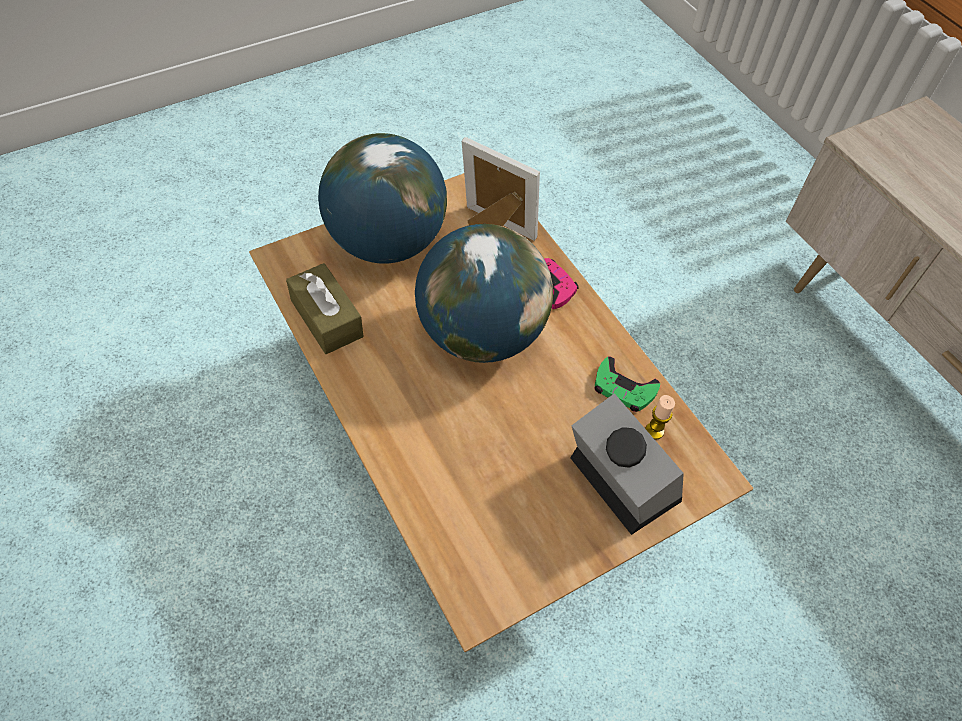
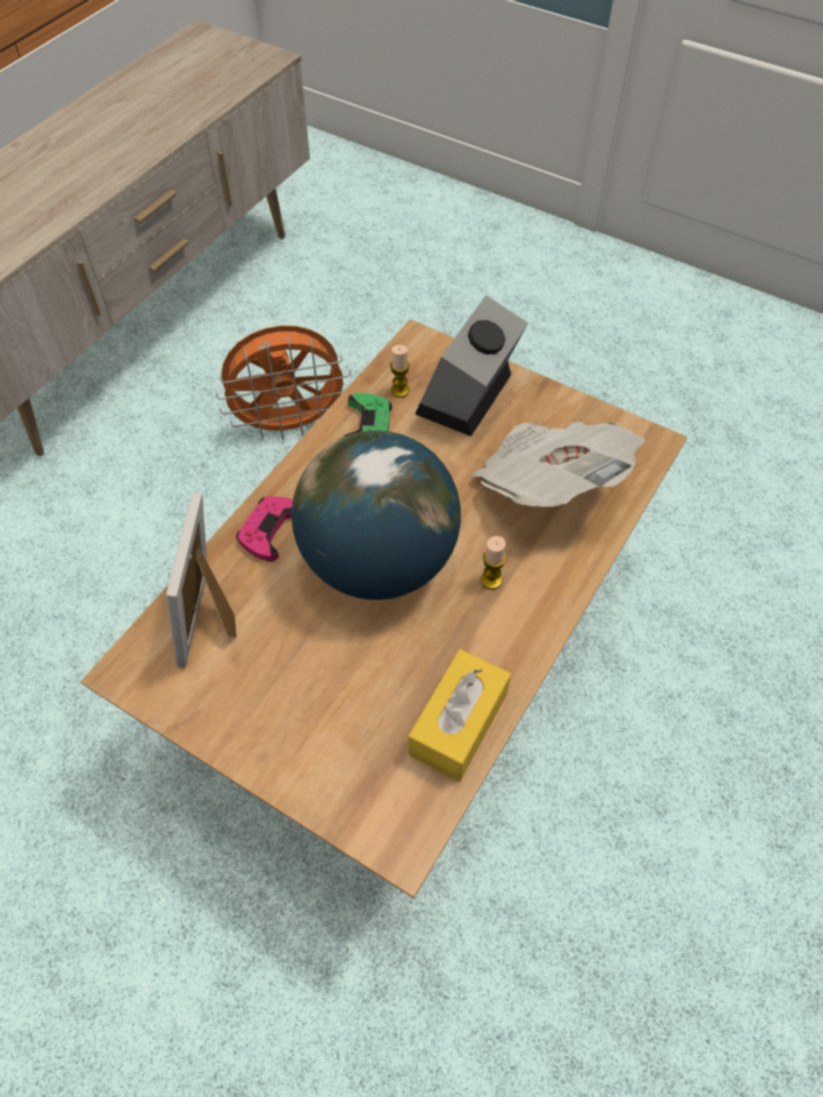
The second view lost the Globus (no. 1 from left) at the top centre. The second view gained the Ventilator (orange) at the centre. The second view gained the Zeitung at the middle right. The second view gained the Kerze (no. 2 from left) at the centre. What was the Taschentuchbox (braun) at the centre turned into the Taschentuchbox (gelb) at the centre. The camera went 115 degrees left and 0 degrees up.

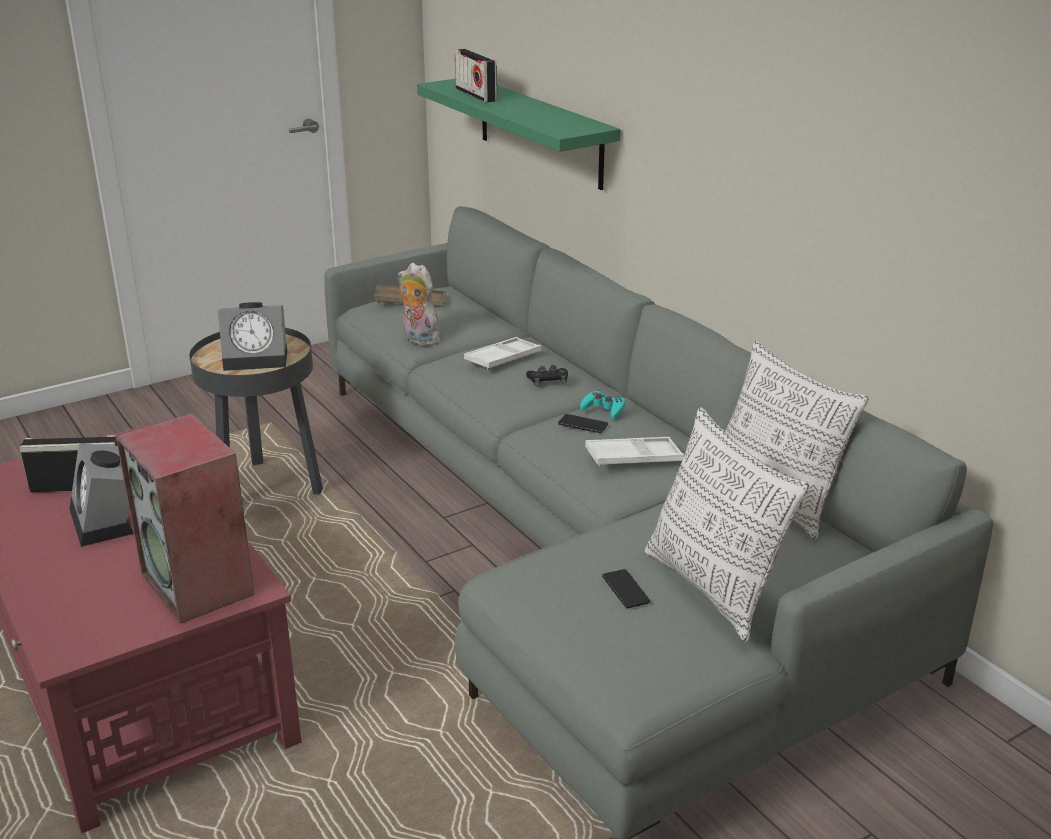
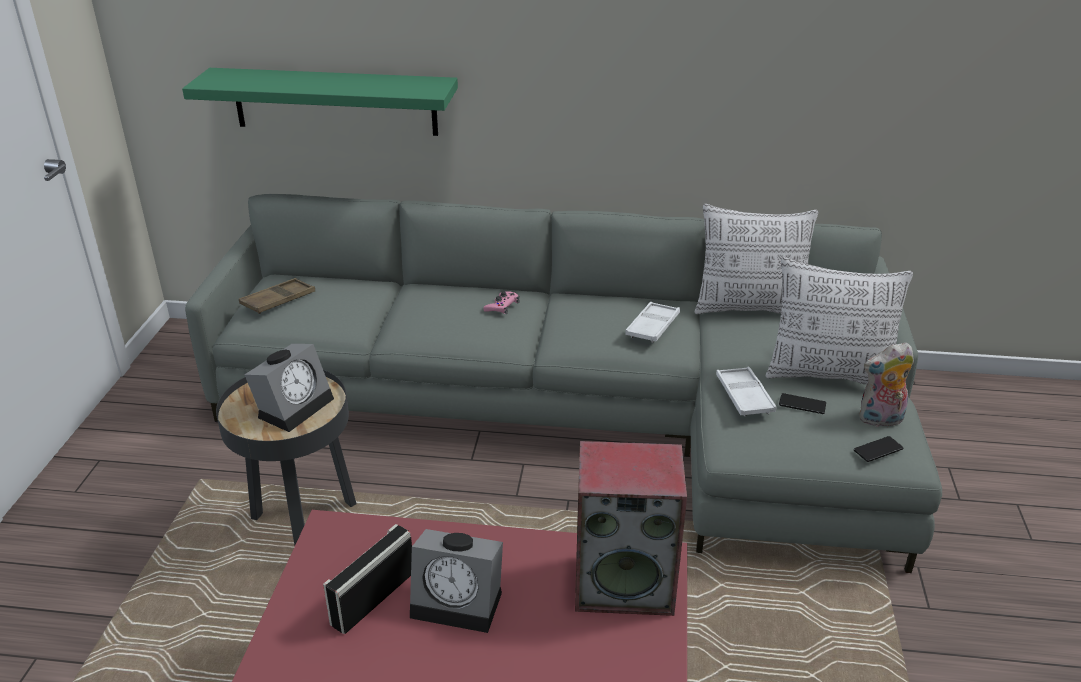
The second view lost the Radio (no. 2 from left) at the top centre. The second view lost the Gamepad (türkis) at the centre. The Plüschtier ended up elsewhere, having gone from the centre to the middle right. The Tablett (weiß) (no. 1 from left in the first image) ended up elsewhere, having gone from the centre to the middle right. The Handy (no. 1 from left in the first image) ended up elsewhere, having gone from the centre to the middle right. What was the Gamepad (schwarz) at the centre turned into the Gamepad (rosa) at the centre. The camera went 50 degrees left and 5 degrees up.

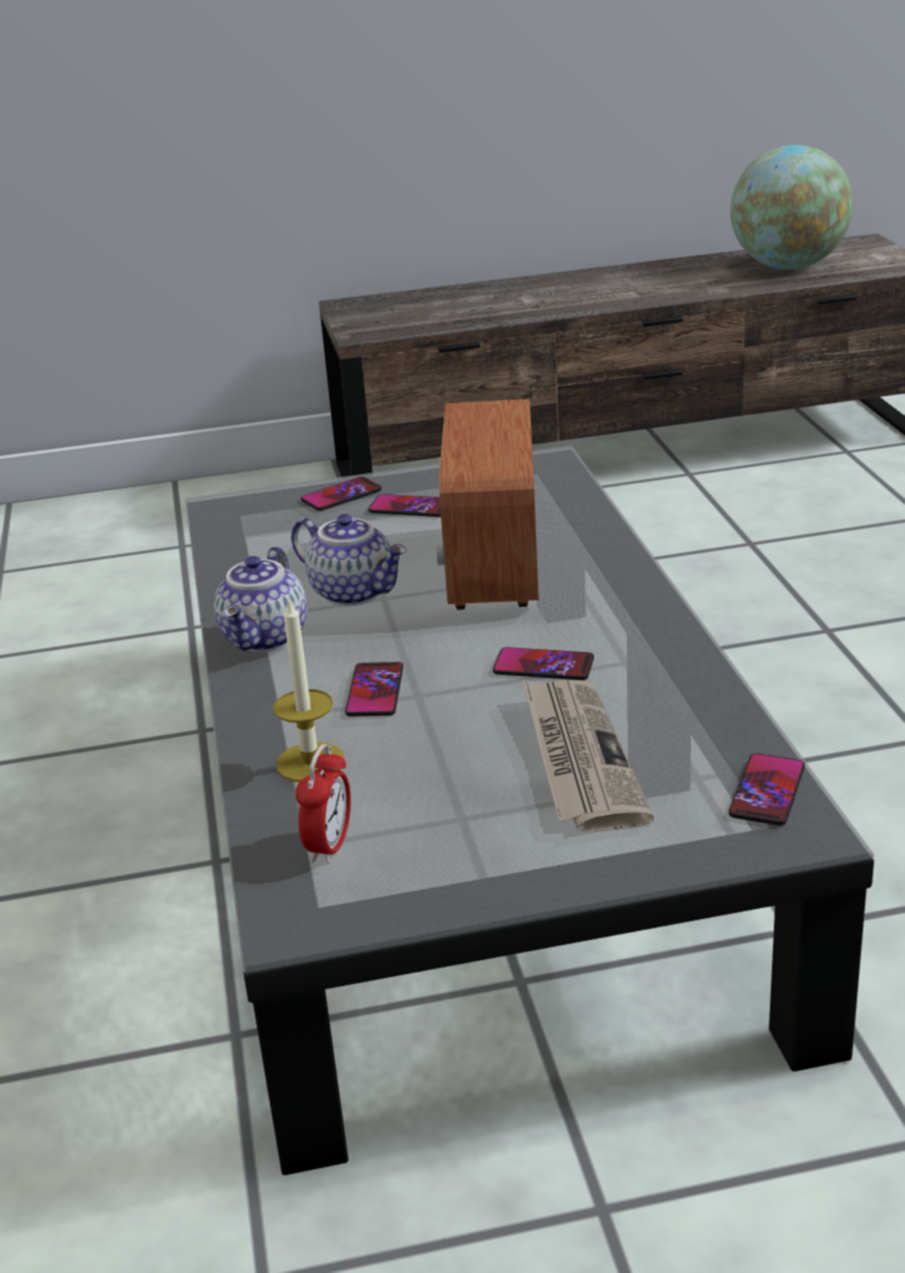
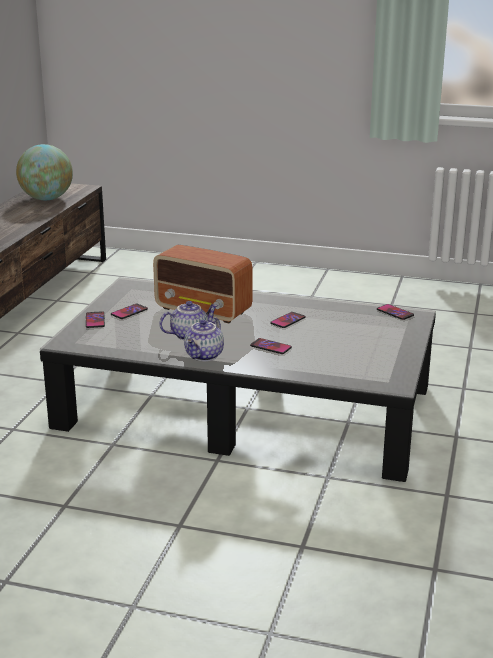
The second view lost the Kerze at the centre. The second view lost the Wecker at the centre. The second view lost the Zeitung at the centre. The Teekanne (no. 1 from left in the first image) at the middle left ended up facing another way, 75 degrees clockwise from before. The camera went 65 degrees left and 5 degrees down.

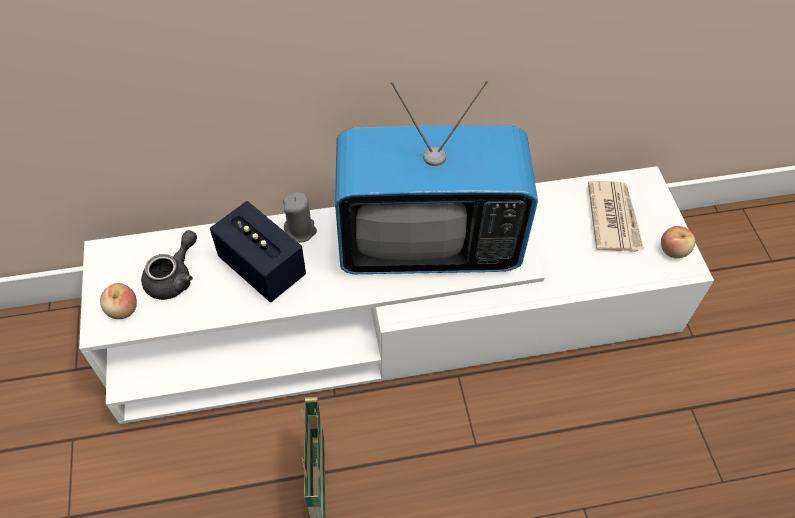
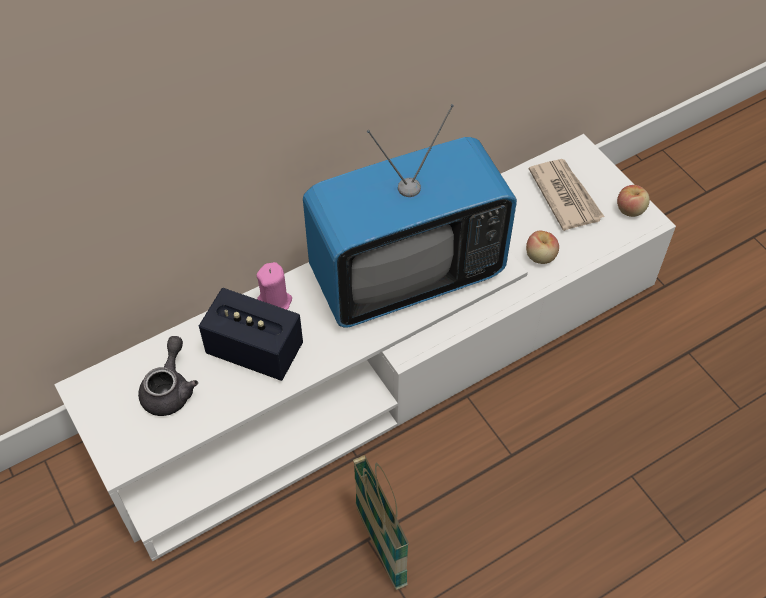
The Apfel (no. 1 from left) ended up elsewhere, having gone from the middle left to the middle right. What was the Kerze (grau) at the centre turned into the Kerze (rosa) at the centre. The camera went 20 degrees left and 0 degrees up.

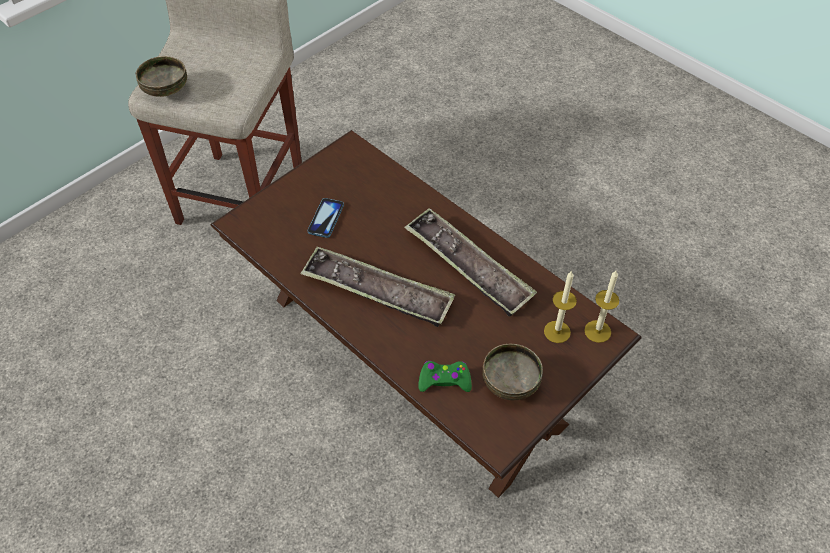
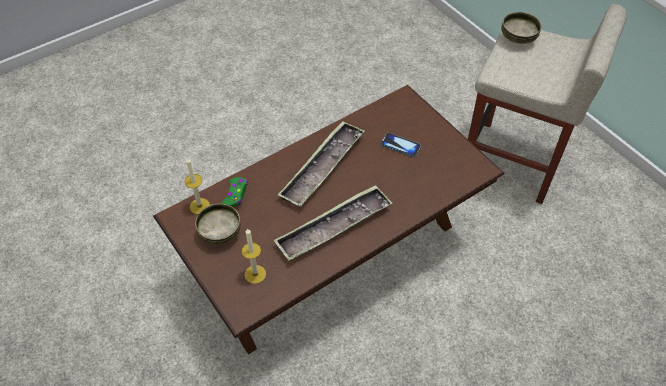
The Kerze (no. 2 from left in the first image) ended up elsewhere, having gone from the middle right to the middle left. The camera went 100 degrees right and 0 degrees up.

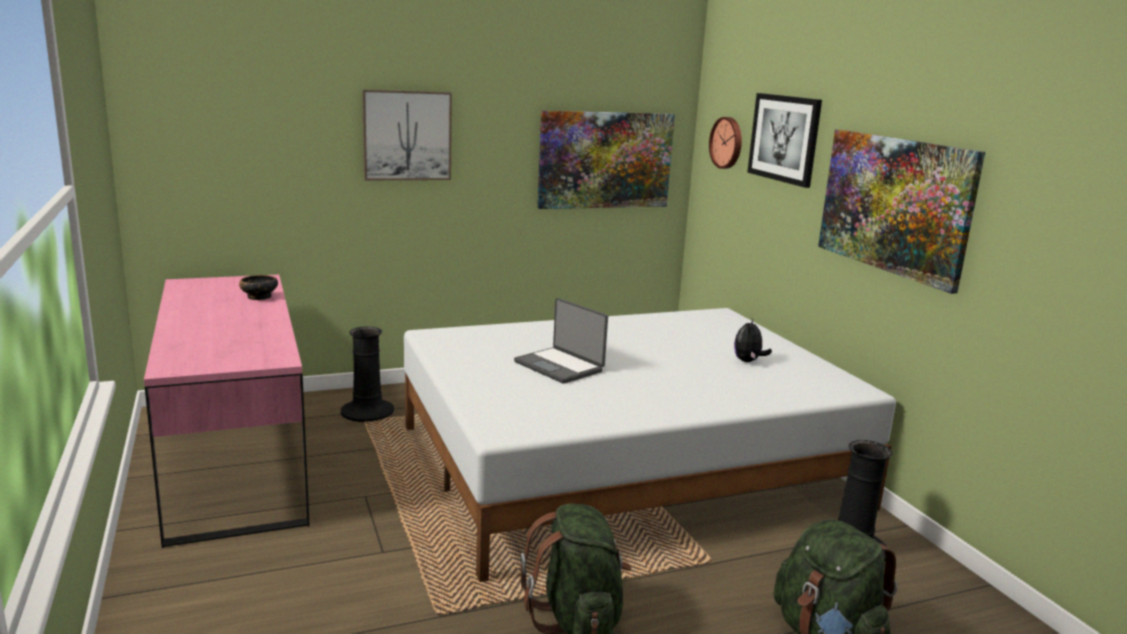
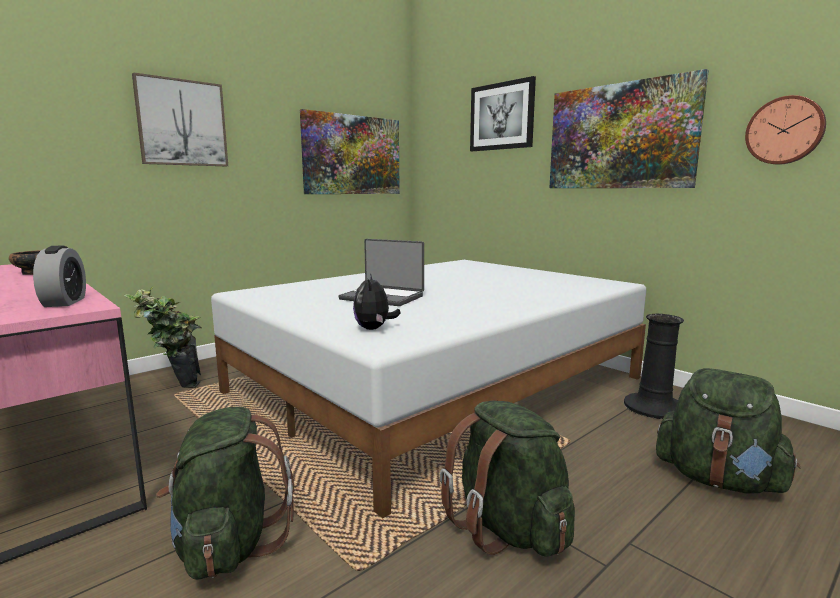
The second view gained the Wecker at the middle left. The second view gained the Rucksack (grün) (no. 1 from left) at the bottom left. The Wanduhr ended up elsewhere, having gone from the top centre to the top right. The Plüschtier ended up elsewhere, having gone from the middle right to the centre. Where the Vase (schwarz) (no. 1 from left) stood at the middle left, the Topfpflanze came to stand at the middle left. The camera went 20 degrees left and 5 degrees down.

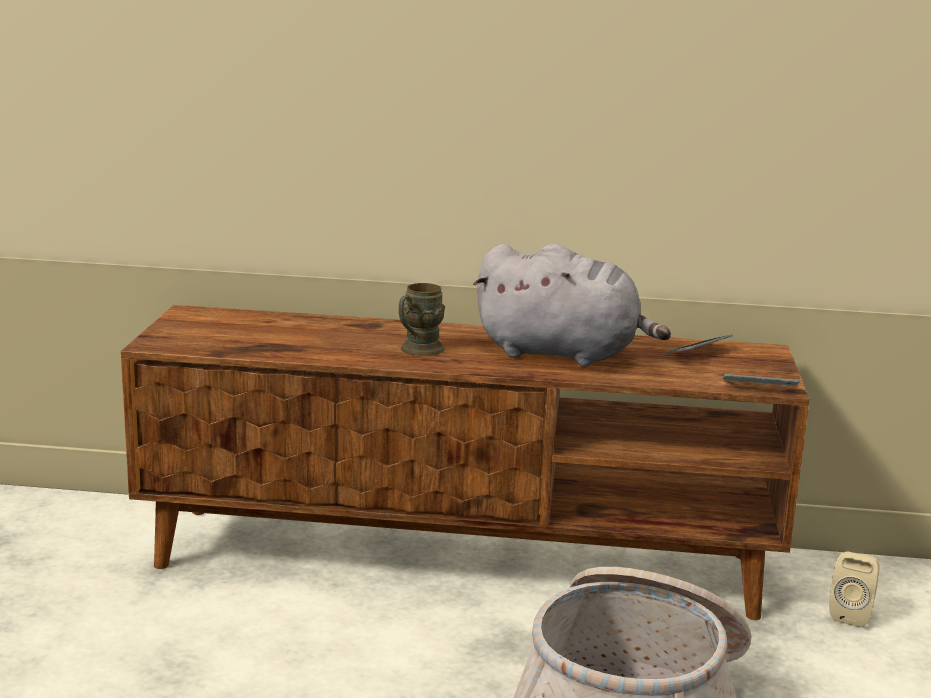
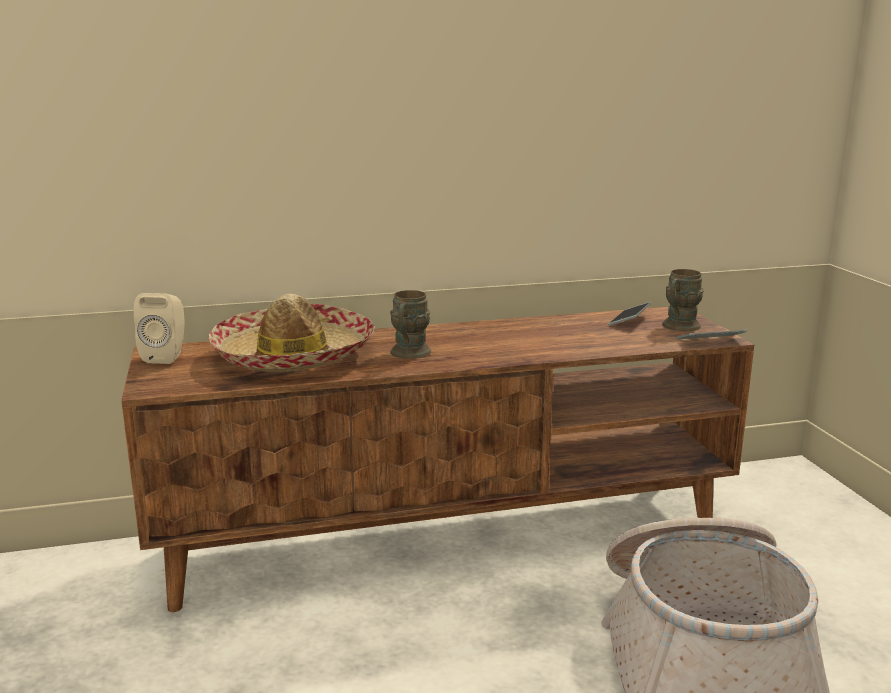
The second view lost the Plüschtier (grau) at the centre. The second view gained the Hut at the middle left. The second view gained the Henkelbecher (braun) (no. 2 from left) at the middle right. The Lautsprecher (beige) ended up elsewhere, having gone from the bottom right to the middle left. The camera went 20 degrees left and 0 degrees up.

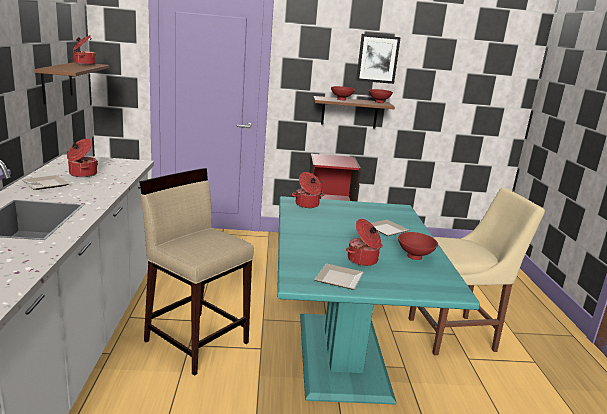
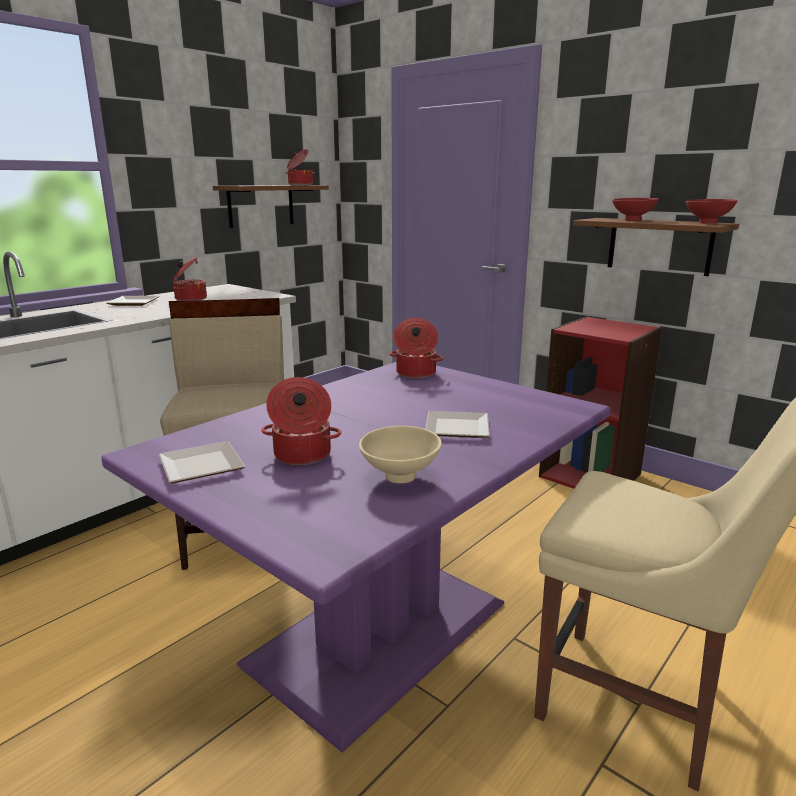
The second view lost the Bild at the top centre. What was the Esstisch (türkis) at the bottom centre turned into the Esstisch (lila) at the bottom centre. What was the Schüssel (rot) (no. 3 from left) at the middle right turned into the Schüssel (beige) at the centre. The camera went 45 degrees right and 0 degrees up.

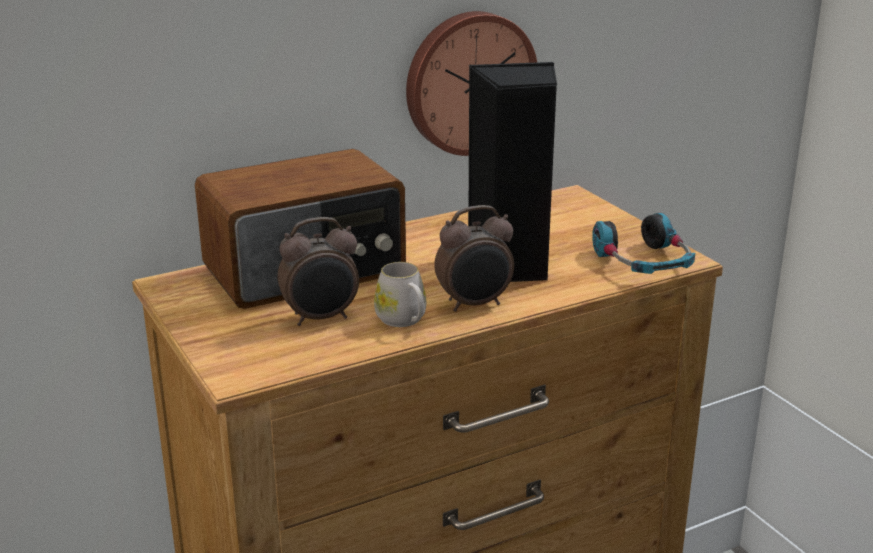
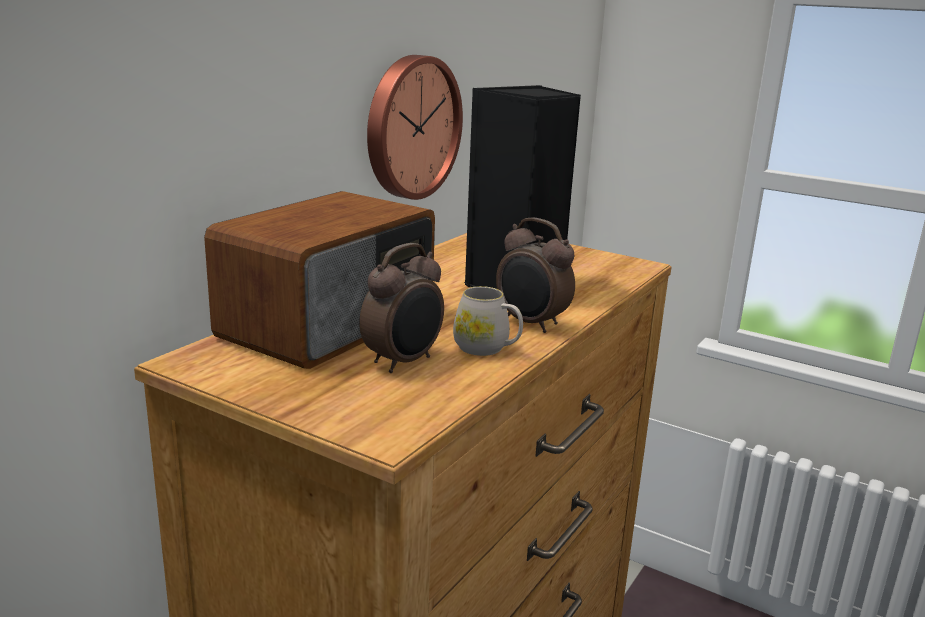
The second view lost the Kopfhörer at the middle right. The Wecker (no. 2 from left) at the centre ended up facing another way, 90 degrees clockwise from before. The camera went 30 degrees left and 5 degrees down.

